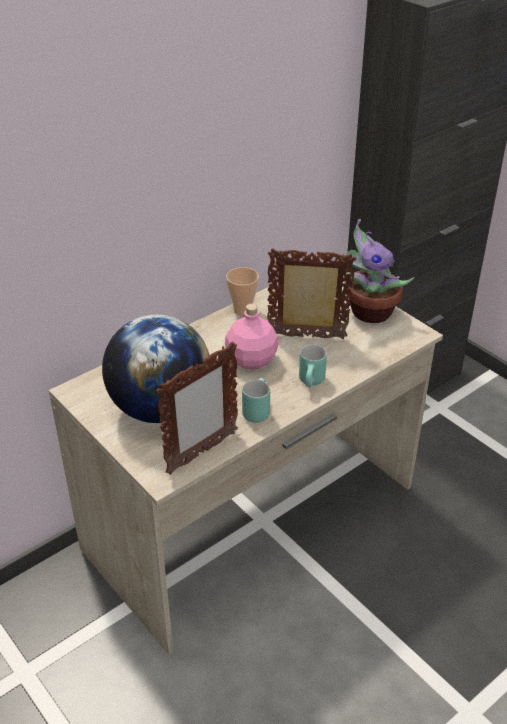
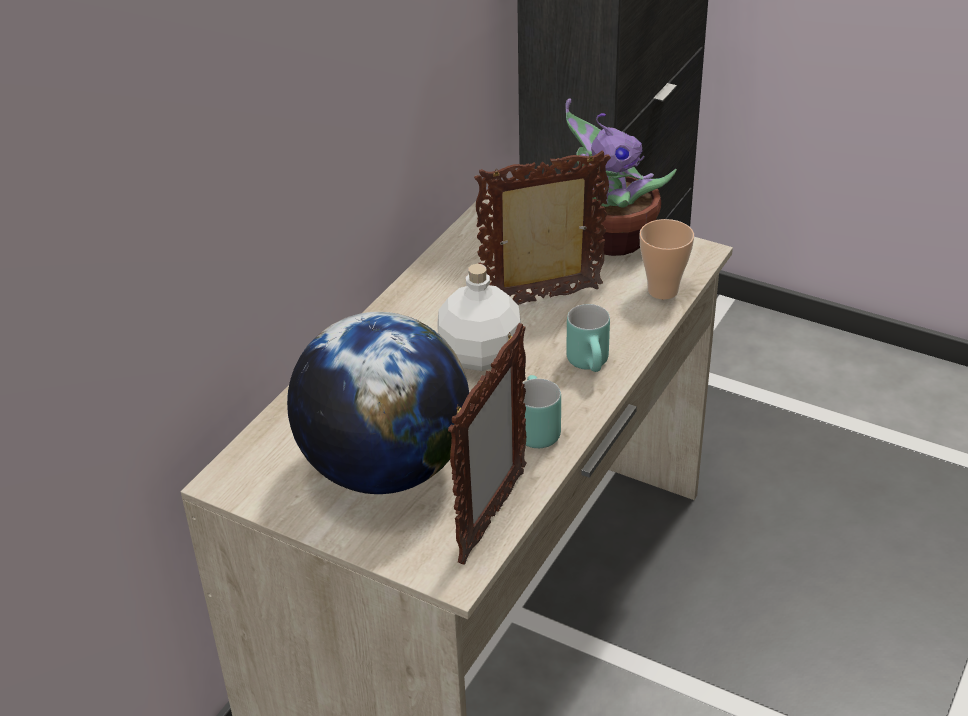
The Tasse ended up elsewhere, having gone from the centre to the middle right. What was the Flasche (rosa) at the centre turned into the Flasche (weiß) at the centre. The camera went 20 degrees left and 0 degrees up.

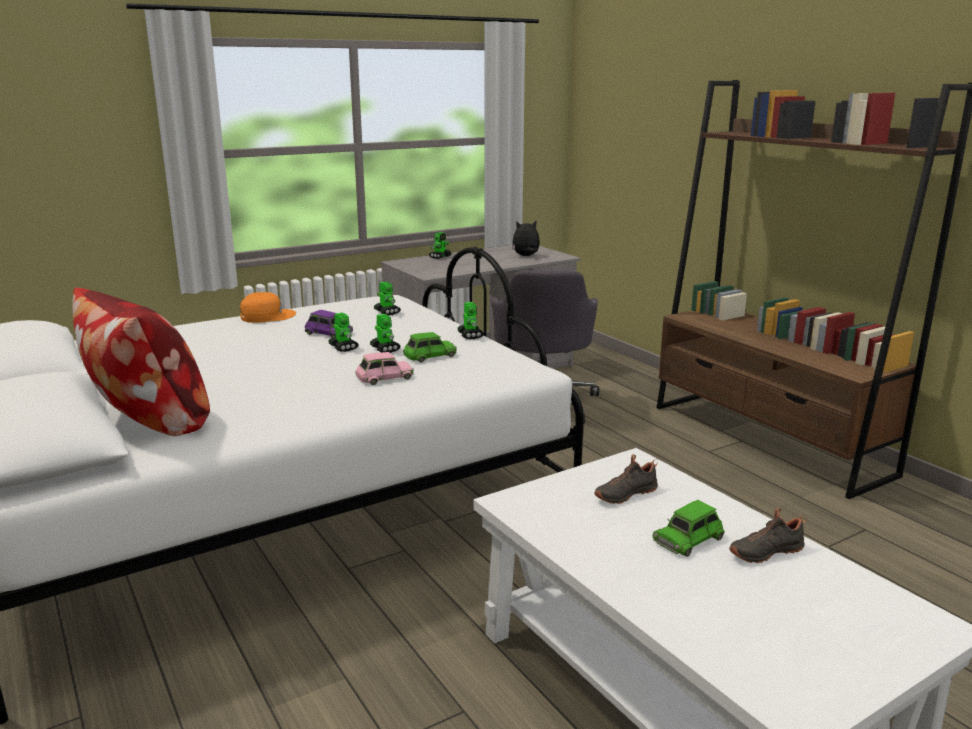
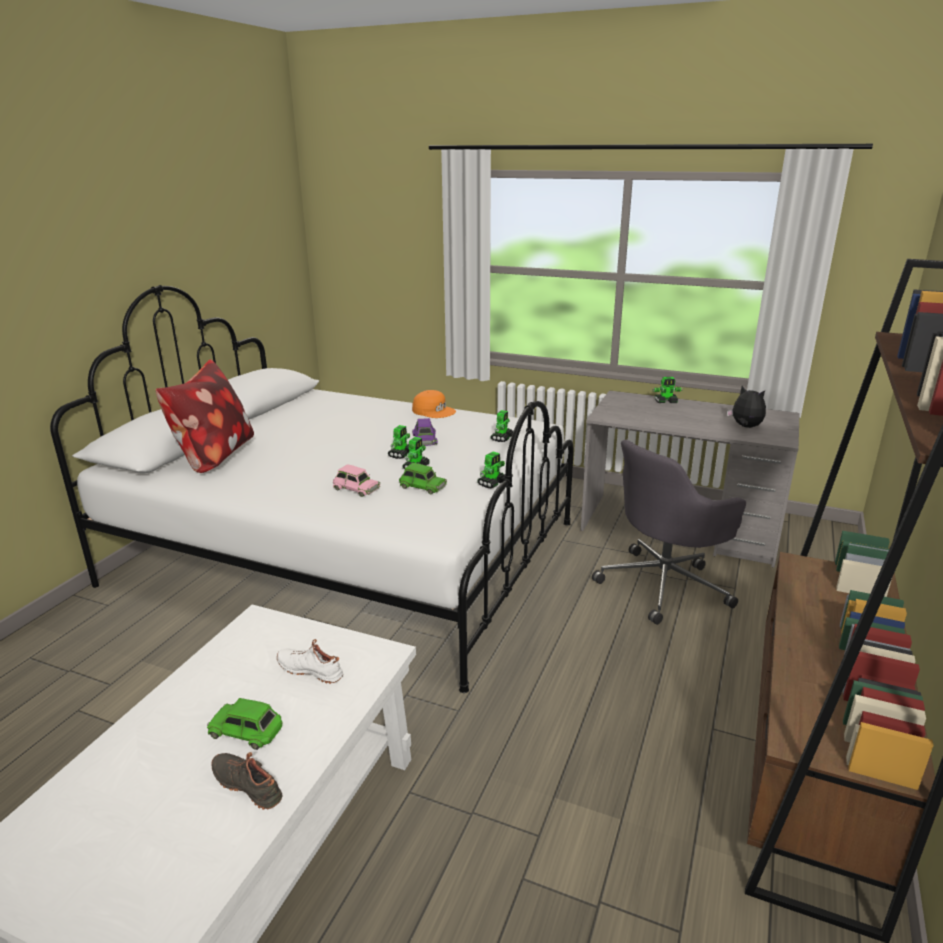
What was the Schuh (schwarz) (no. 1 from left) at the centre turned into the Schuh (weiß) at the bottom left. The camera went 55 degrees right and 5 degrees up.

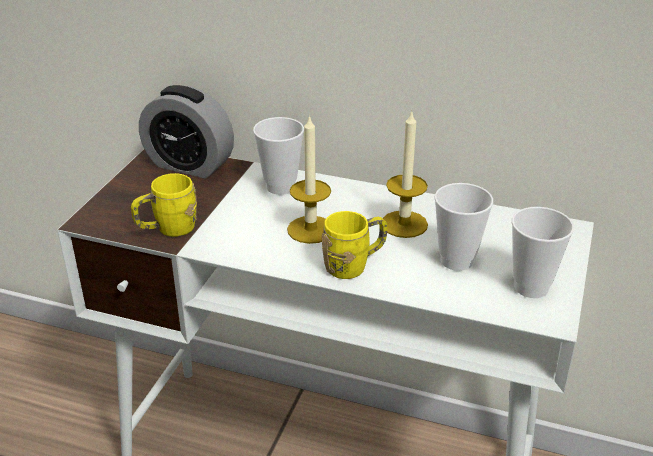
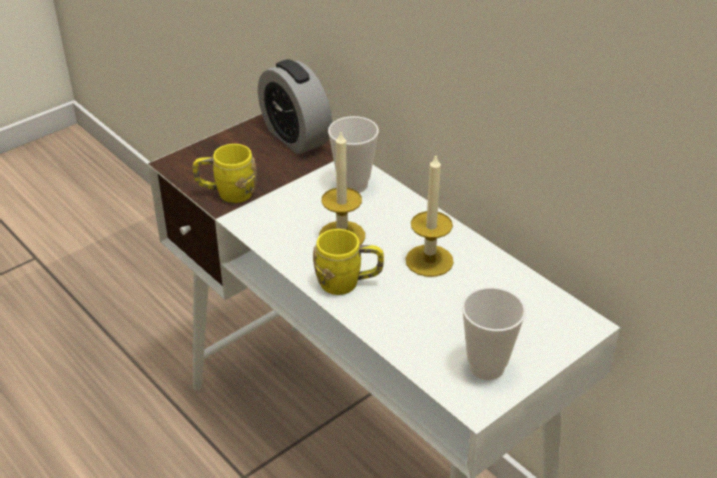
The second view lost the Tasse (no. 2 from left) at the middle right. The camera went 30 degrees right and 5 degrees up.

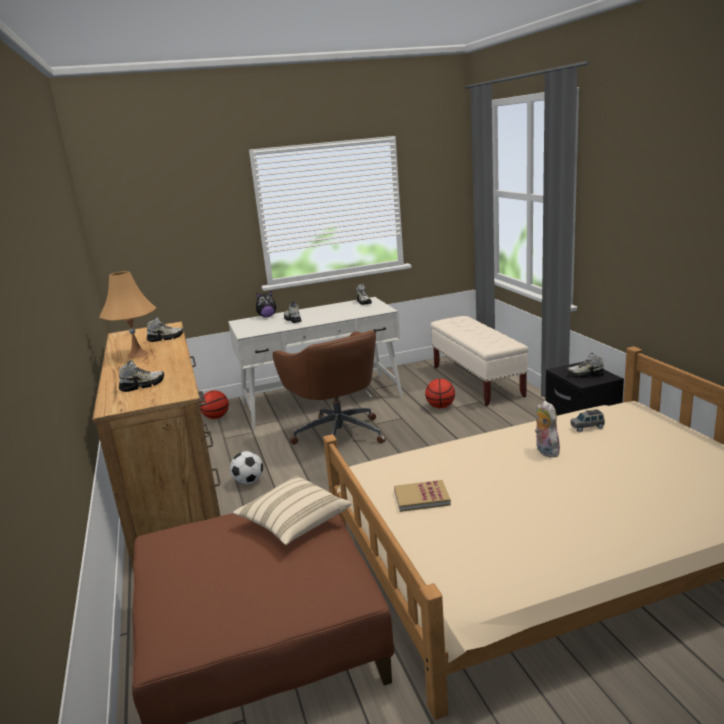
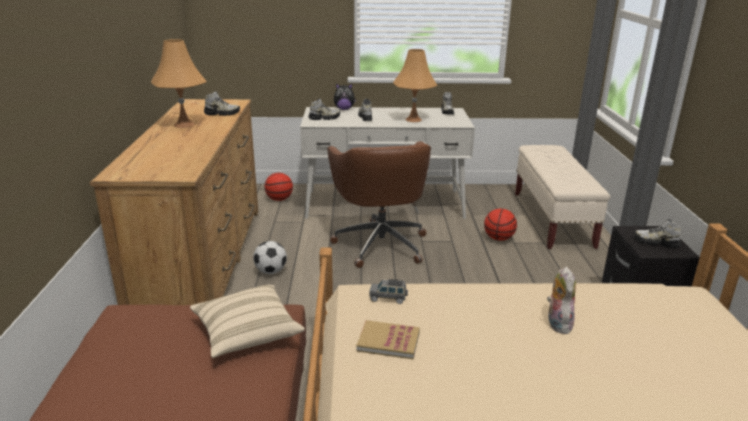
The second view gained the Tischlampe (orange) (no. 2 from left) at the top centre. The Schuh (no. 1 from left in the first image) ended up elsewhere, having gone from the middle left to the top centre. The Spielzeugauto (grau) ended up elsewhere, having gone from the middle right to the bottom centre. The camera went 15 degrees right and 5 degrees up.

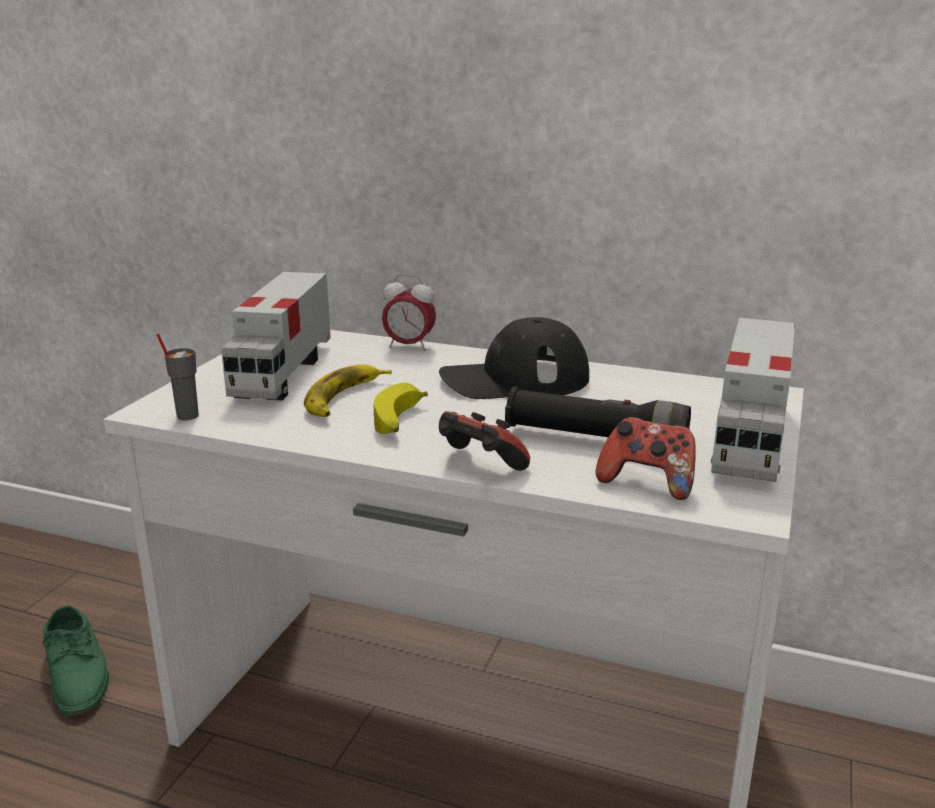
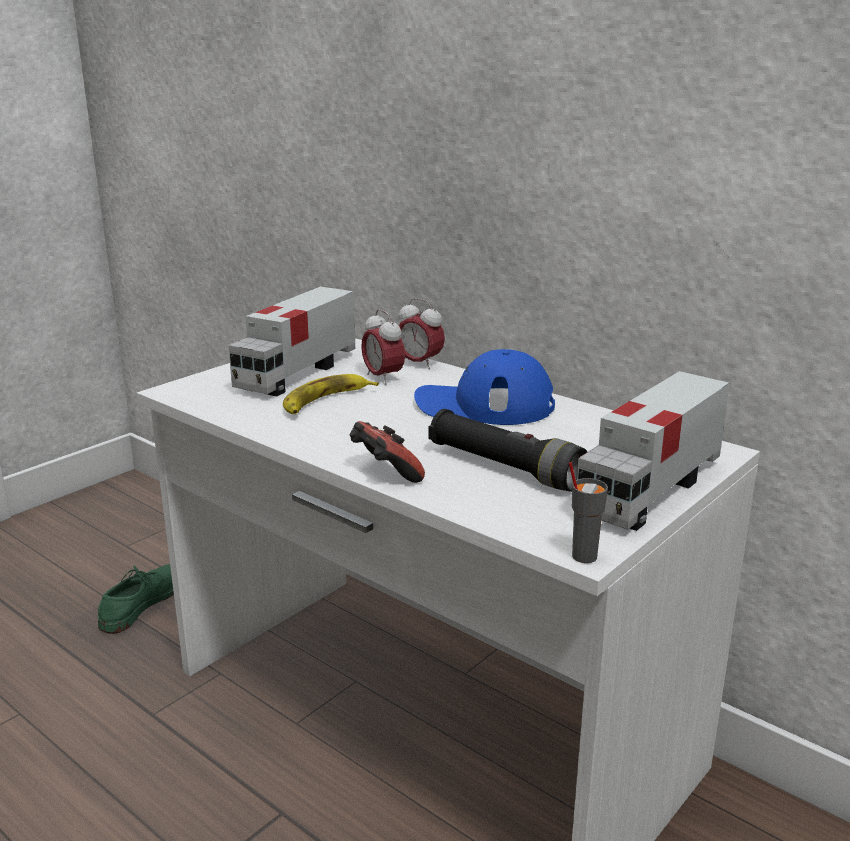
The second view lost the Banane (no. 2 from left) at the centre. The second view lost the Gamepad (no. 2 from left) at the middle right. The second view gained the Wecker (no. 1 from left) at the centre. The Tasse (grau) ended up elsewhere, having gone from the middle left to the middle right. What was the Kappe (schwarz) at the centre turned into the Kappe (blau) at the centre. The Schuh (grün) at the bottom left ended up facing another way, 150 degrees counterclockwise from before. The camera went 20 degrees right and 0 degrees up.

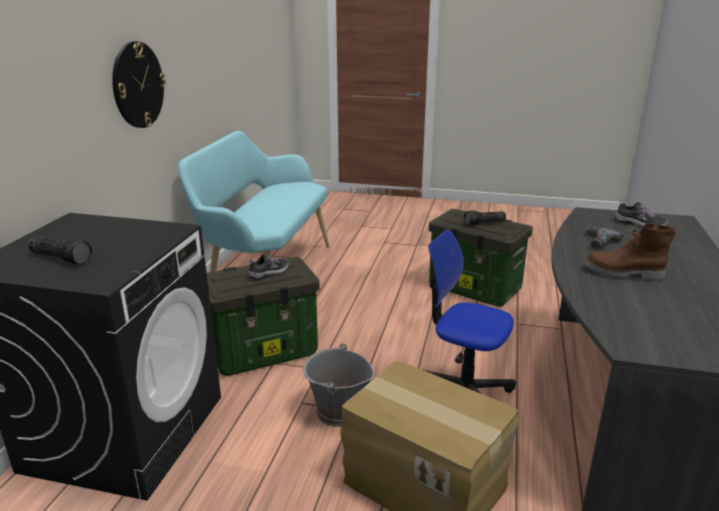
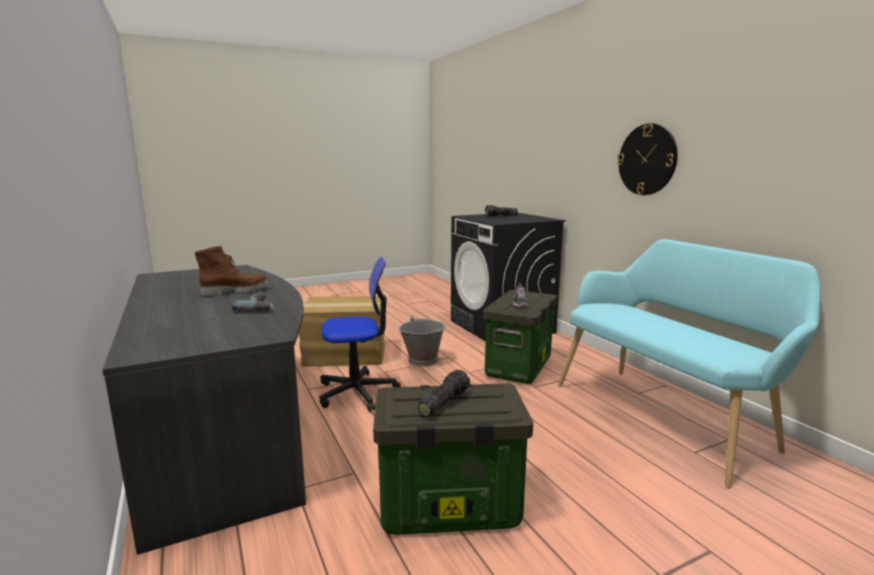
The second view lost the Schuh (no. 2 from left) at the middle right. The camera went 140 degrees right and 10 degrees down.

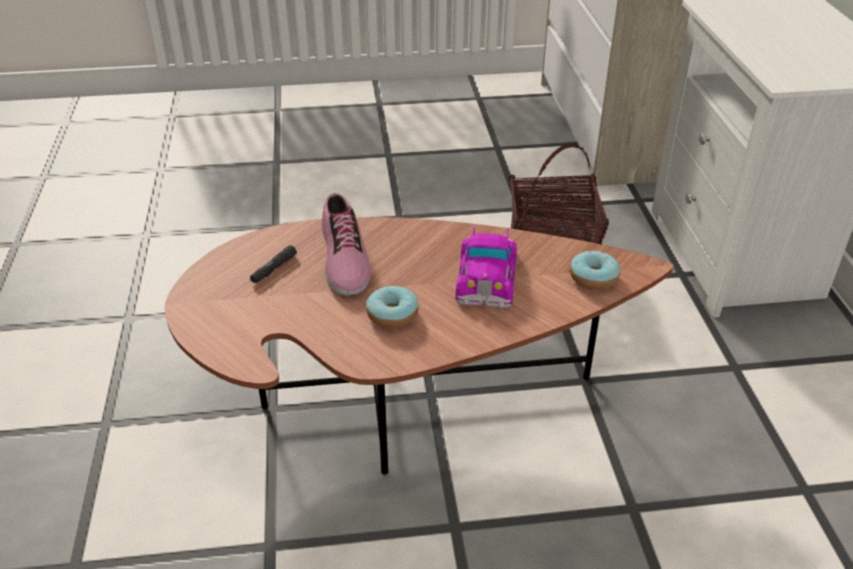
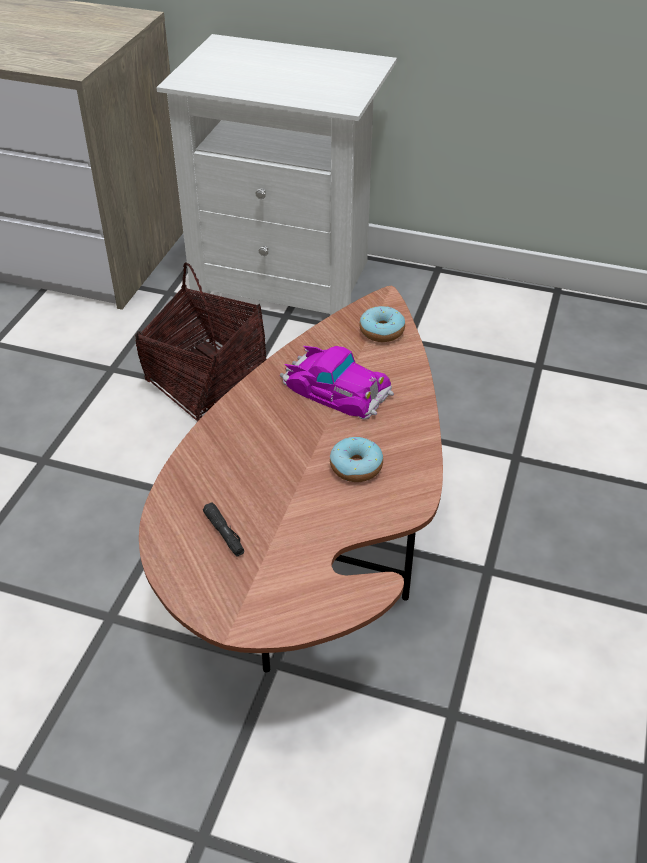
The second view lost the Schuh at the centre. The camera went 65 degrees left and 5 degrees up.

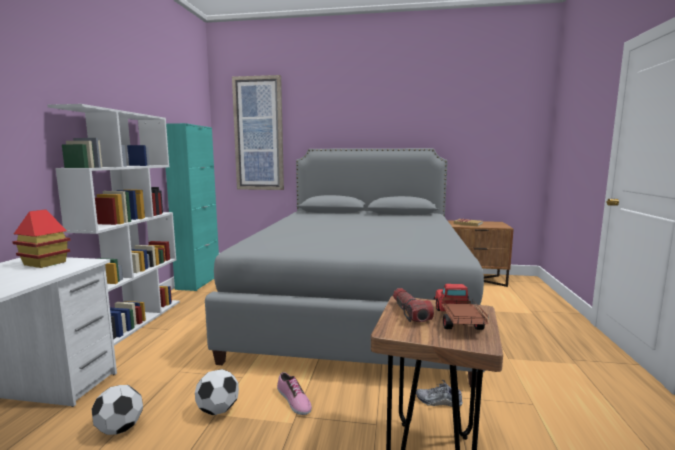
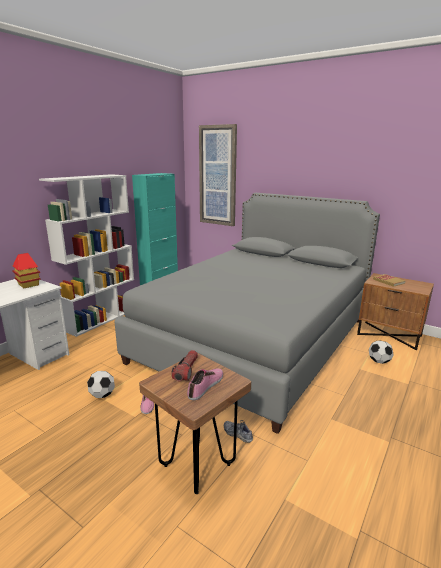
The Fußball (no. 1 from left in the first image) ended up elsewhere, having gone from the bottom left to the middle right. Where the Spielzeuglaster stood at the bottom right, the Schuh (no. 2 from left) came to stand at the bottom centre. The camera went 25 degrees right and 10 degrees up.

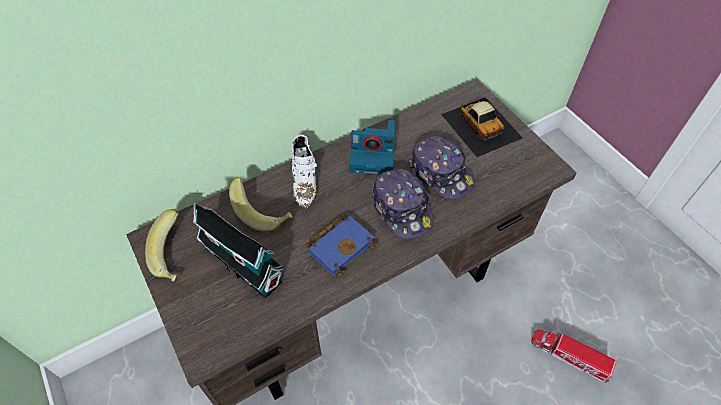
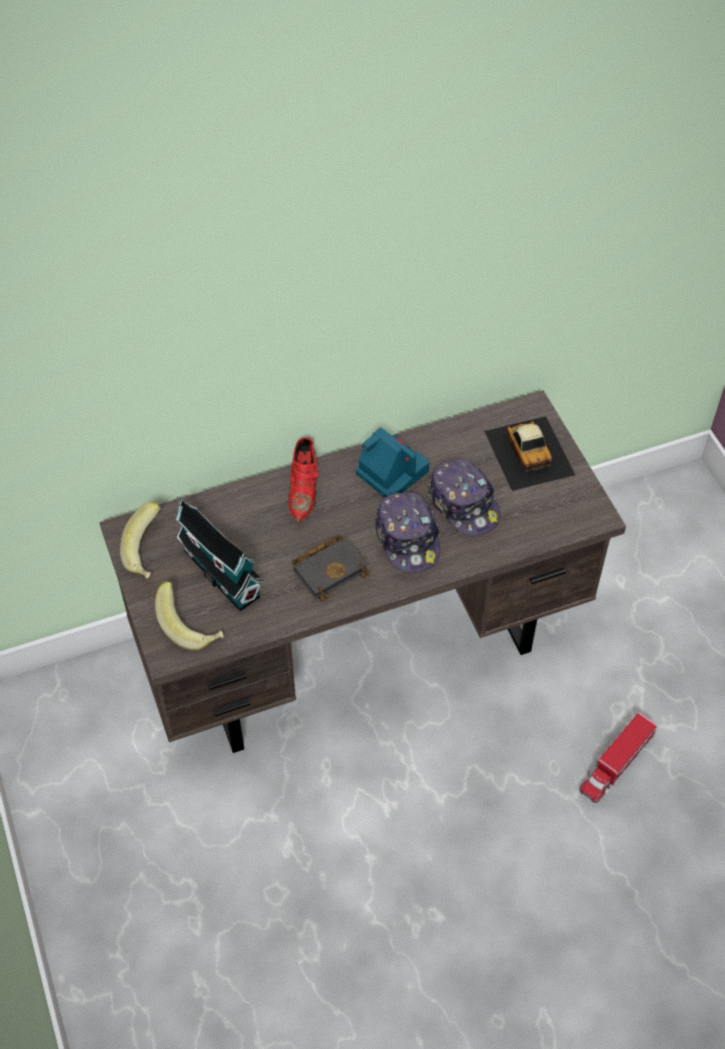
The Banane (no. 2 from left) ended up elsewhere, having gone from the centre to the middle left. What was the Schuh (weiß) at the centre turned into the Schuh (rot) at the centre. What was the Buch (blau) at the centre turned into the Buch (schwarz) at the centre. The Kamera at the centre ended up facing another way, 150 degrees counterclockwise from before. The Spielzeuglaster at the bottom right ended up facing another way, 90 degrees counterclockwise from before. The camera went 10 degrees right and 0 degrees up.

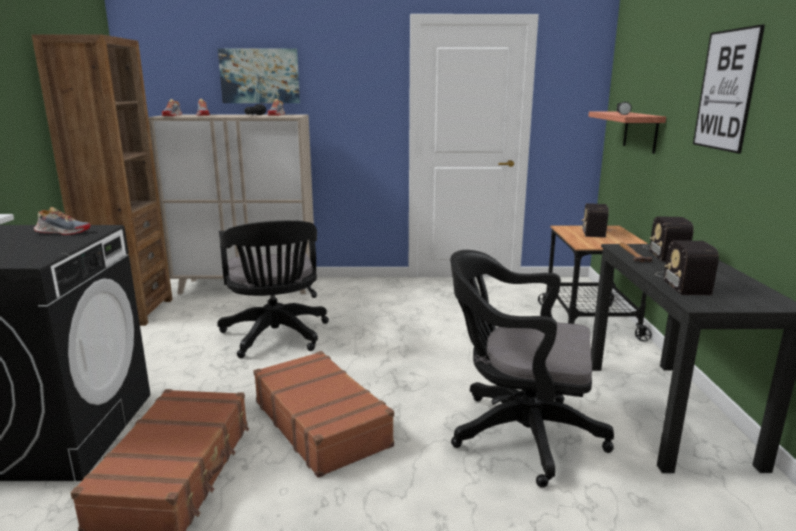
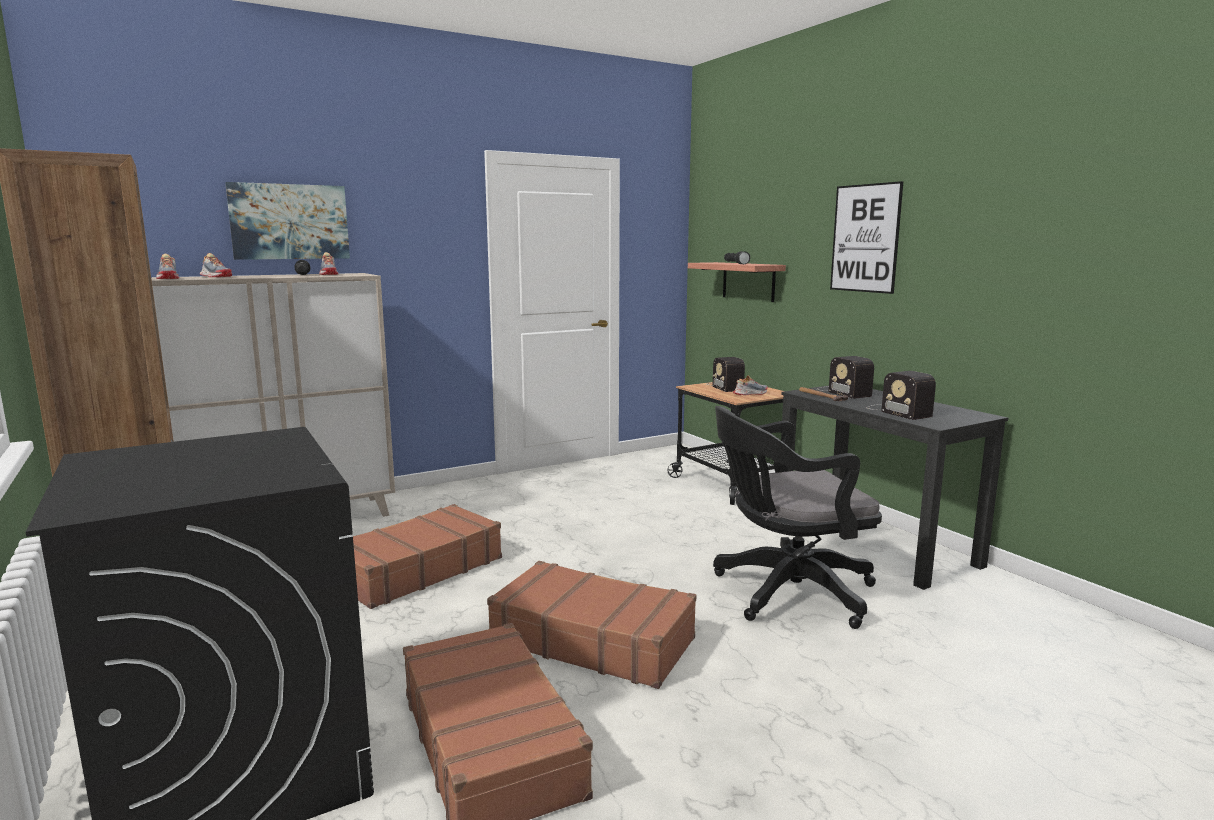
The Schuh (no. 1 from left in the first image) ended up elsewhere, having gone from the middle left to the centre. Where the Bürostuhl (schwarz) (no. 1 from left) stood at the centre, the Koffer (braun) (no. 1 from left) came to stand at the bottom centre. The camera went 30 degrees left and 5 degrees down.

